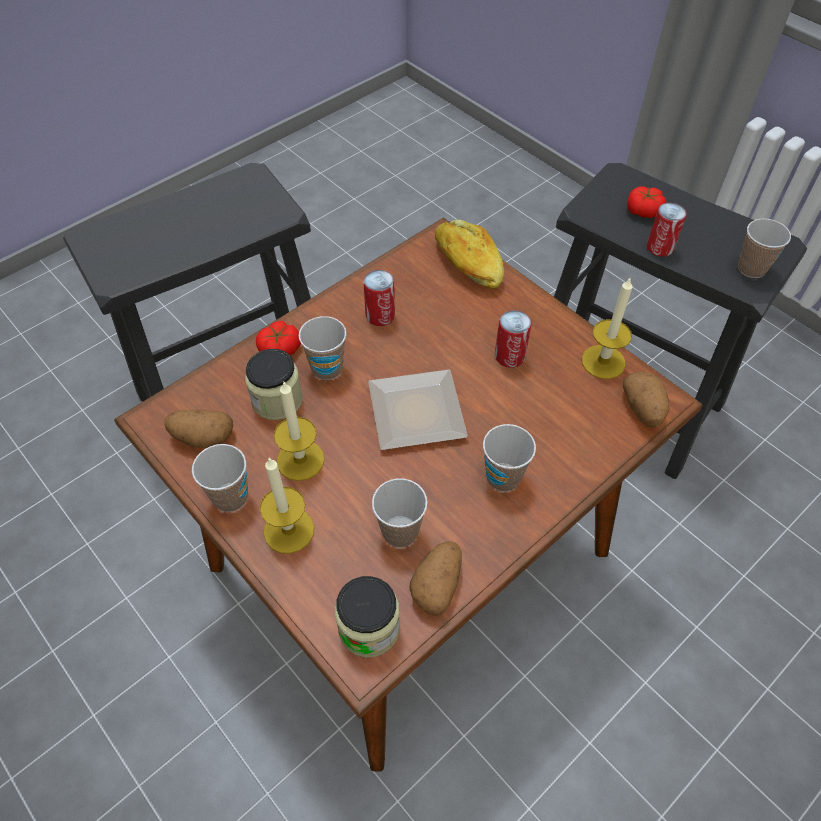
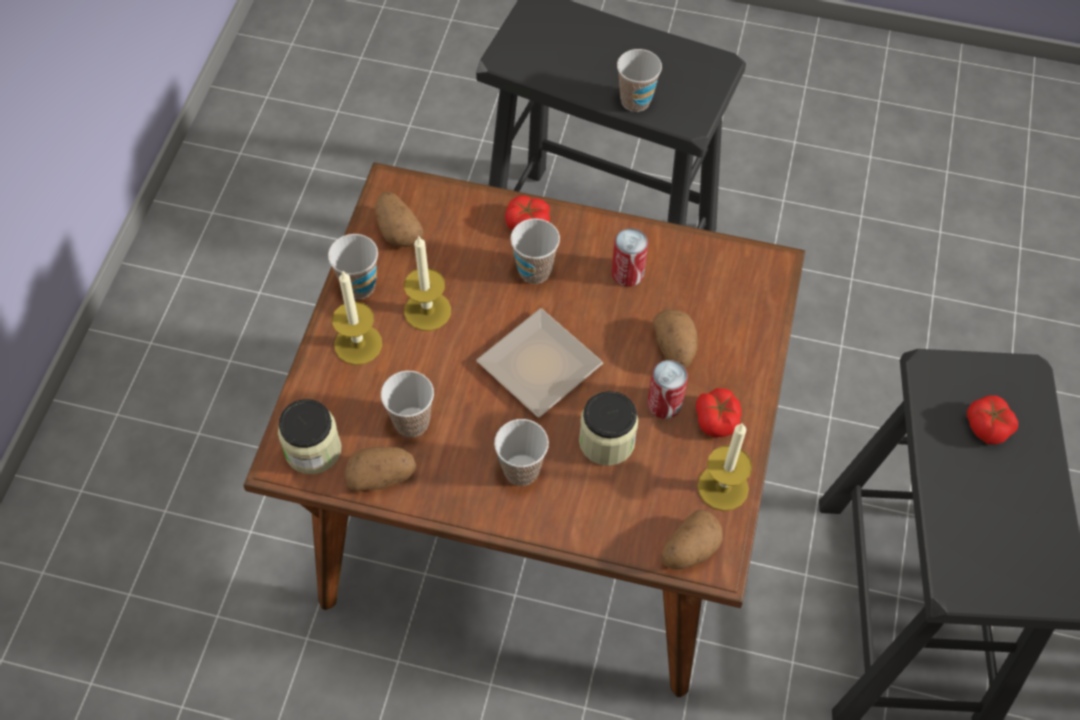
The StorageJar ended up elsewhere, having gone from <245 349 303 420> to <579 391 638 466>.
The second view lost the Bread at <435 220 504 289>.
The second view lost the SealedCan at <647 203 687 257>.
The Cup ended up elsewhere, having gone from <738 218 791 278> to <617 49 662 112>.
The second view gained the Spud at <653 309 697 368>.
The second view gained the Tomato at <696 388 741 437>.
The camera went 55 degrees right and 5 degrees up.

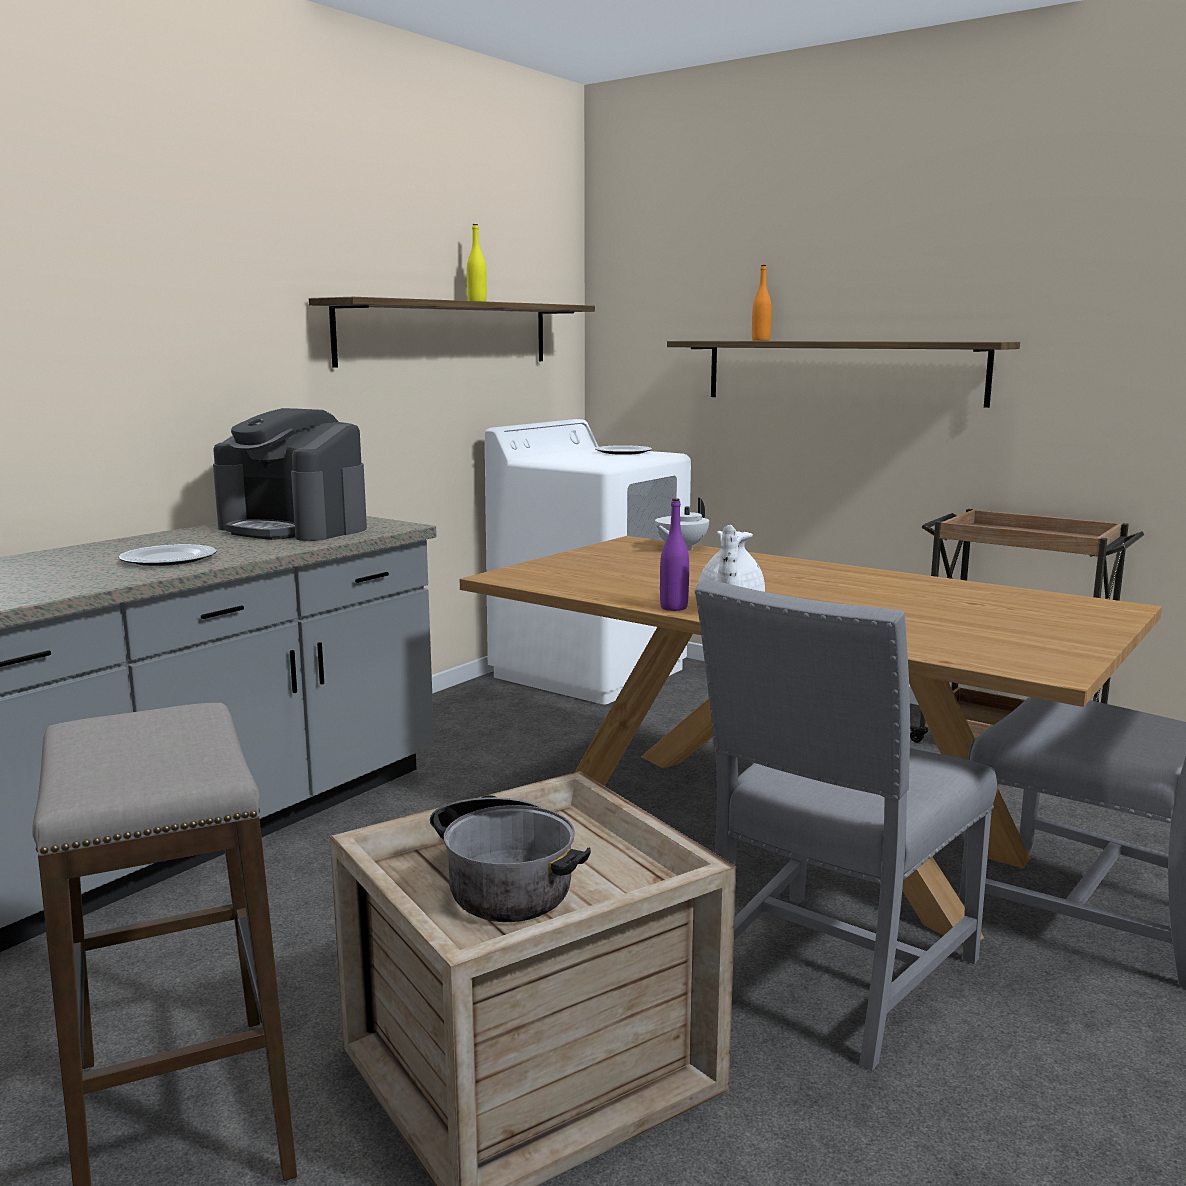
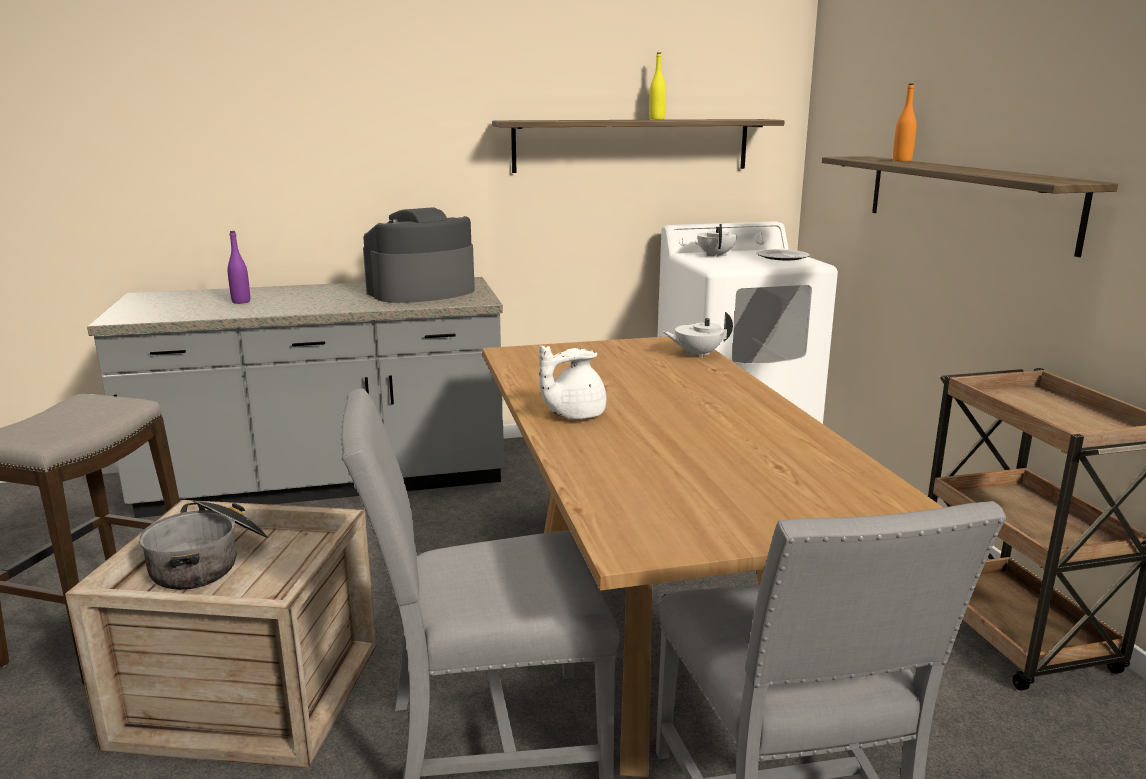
The second view lost the FlatDish at <119 544 217 566>.
The CoffeeMachine at <213 408 367 541> ended up facing another way, 75 degrees clockwise from before.
The PurpleColouredDrinkBottle ended up elsewhere, having gone from <660 498 689 611> to <228 231 250 304>.
The second view gained the WhiteTeaPot at <697 224 737 257>.
The camera went 40 degrees right and 5 degrees up.

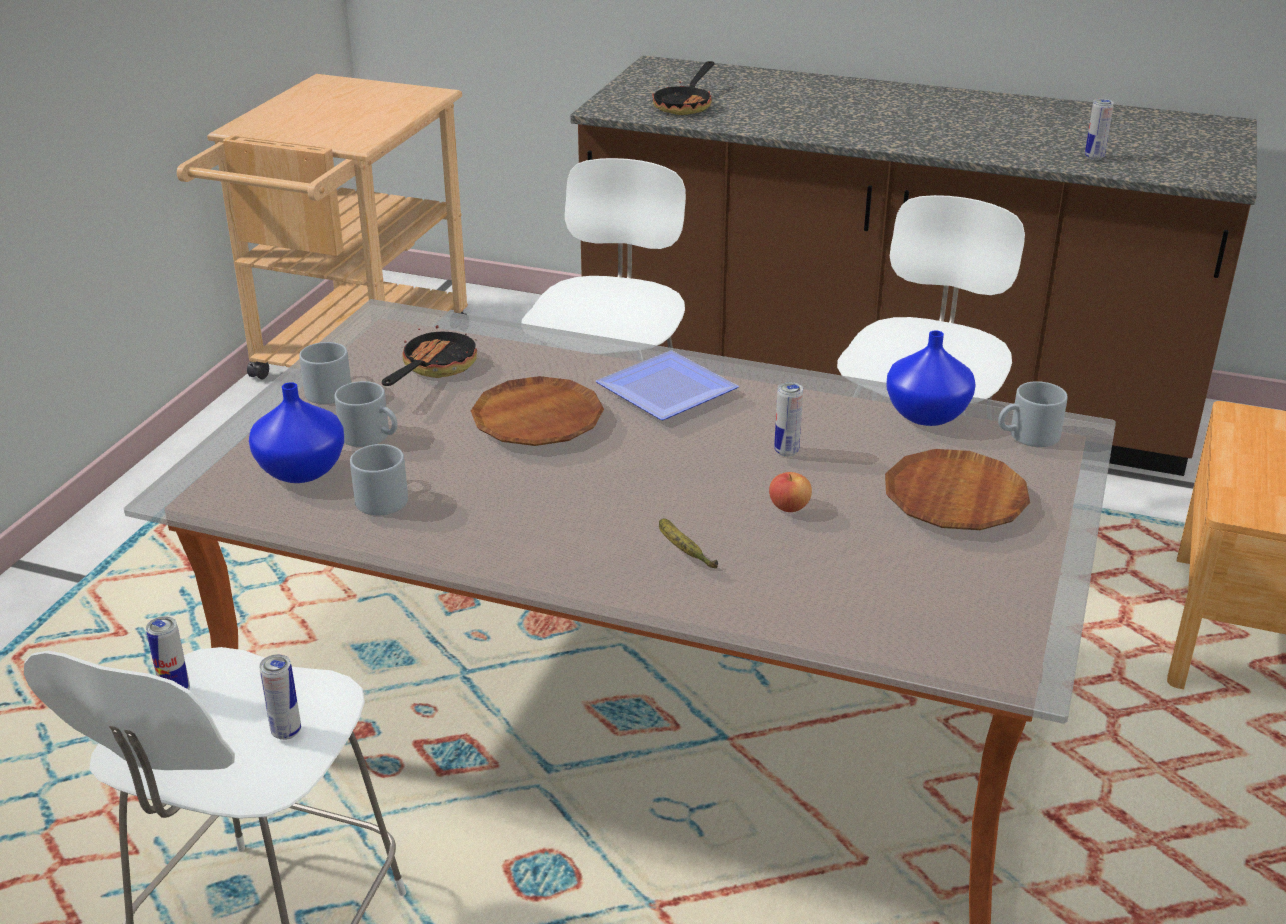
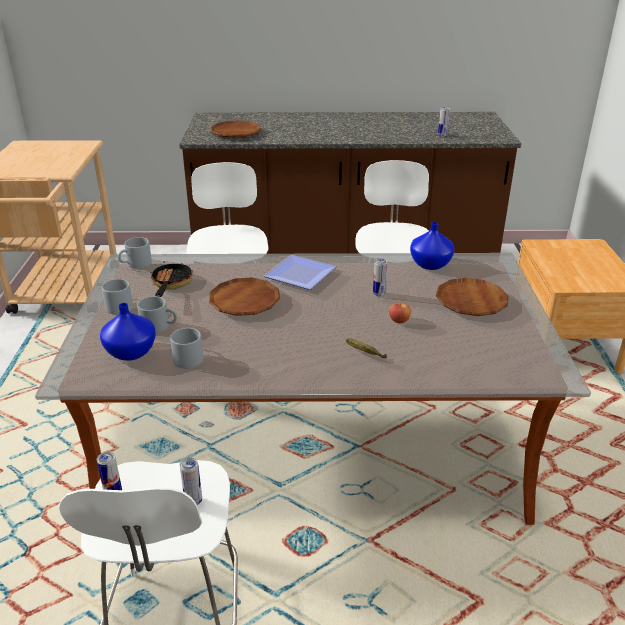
Where the FryingPan stood at <652 61 714 115>, the BrownFlatDish came to stand at <210 120 261 138>.
The GreyCoffeeMug ended up elsewhere, having gone from <998 381 1068 447> to <118 237 152 269>.
The camera went 20 degrees left and 0 degrees up.

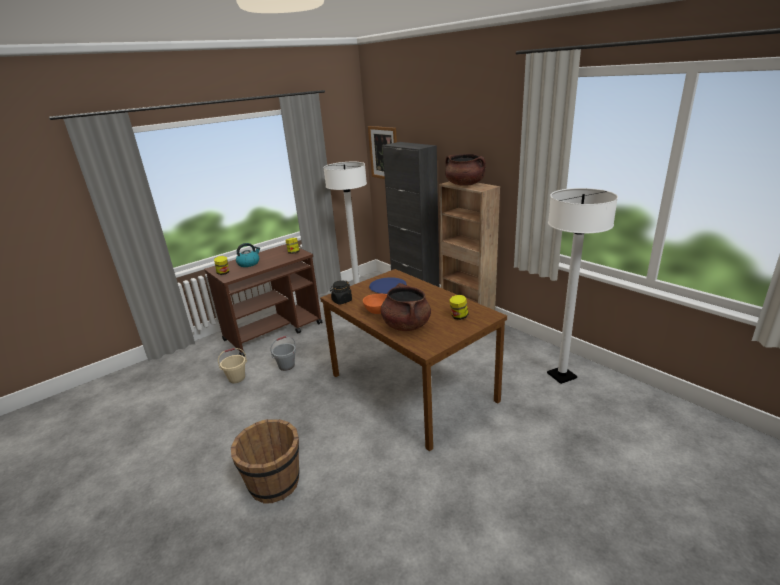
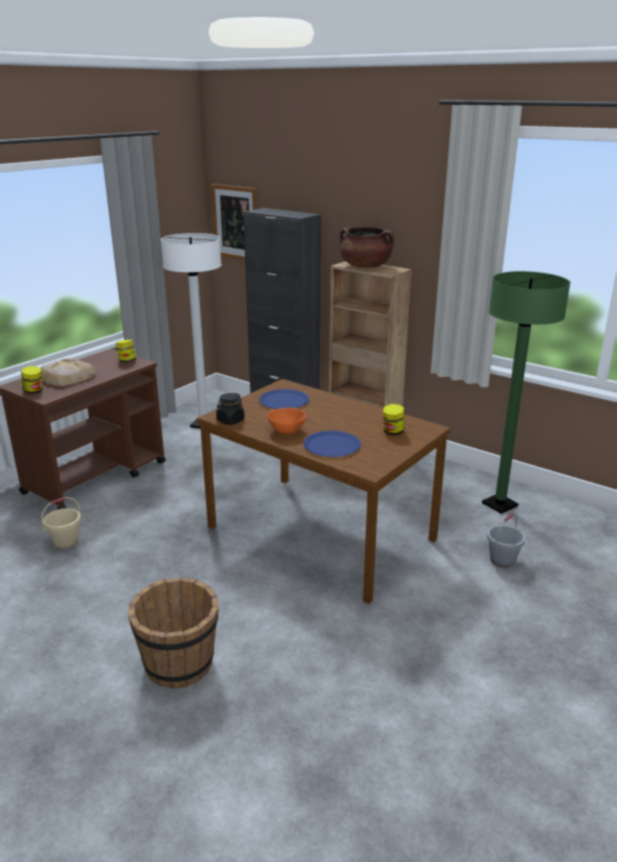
Where the TeaKettle stood at <236 243 260 267>, the Bread came to stand at <40 358 97 387>.
The GreyPail ended up elsewhere, having gone from <271 336 296 371> to <487 513 525 568>.
Where the BrownStockpot stood at <381 283 431 331>, the BluishFlatDish came to stand at <304 431 361 457>.
What was the WhiteStandingLamp at <547 188 618 384> turned into the GreenishStandingLamp at <482 271 571 514>.
The camera went 15 degrees left and 0 degrees up.

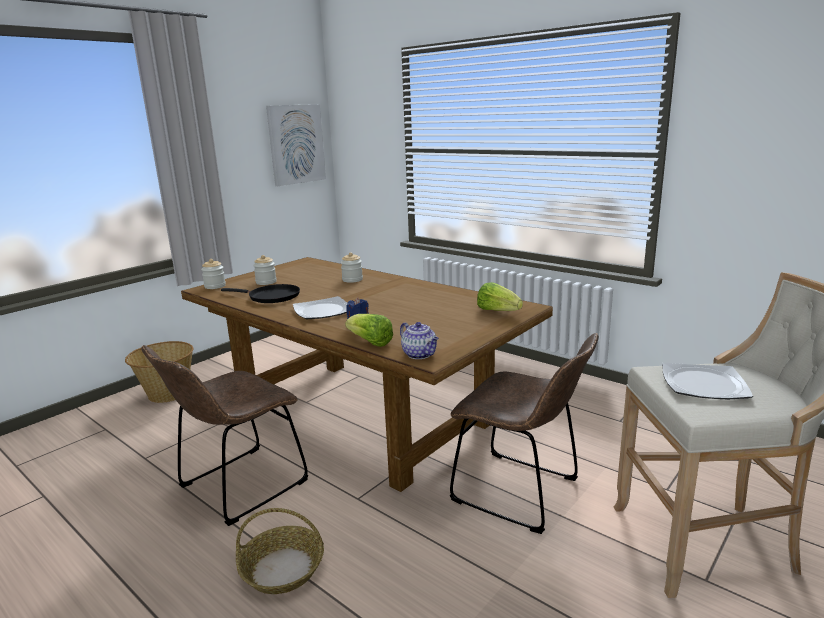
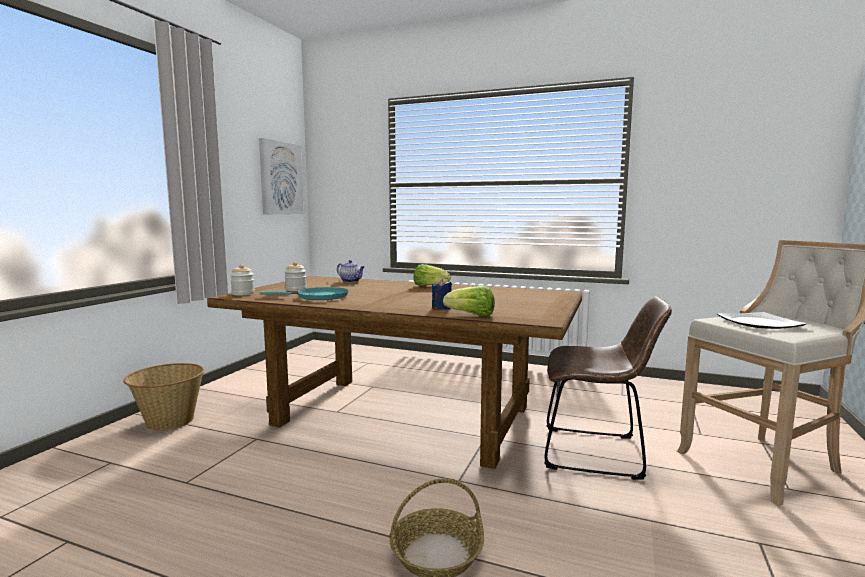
The second view lost the BrownUprightChair at <141 345 309 526>.
What was the BlackFryingPan at <221 284 300 303> turned into the TurquoiseColouredFryingPan at <260 287 349 300>.
The second view lost the FlatDish at <293 296 348 319>.
The second view lost the StorageJar at <341 252 363 283>.
The TeaPot ended up elsewhere, having gone from <400 322 439 359> to <337 260 364 282>.
The Lettuce ended up elsewhere, having gone from <477 282 523 311> to <414 264 451 286>.
The camera went 20 degrees left and 10 degrees down.

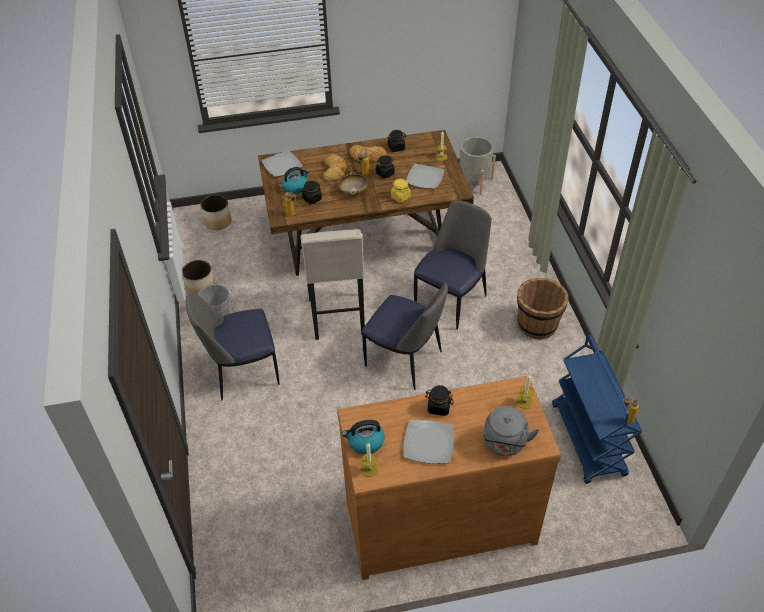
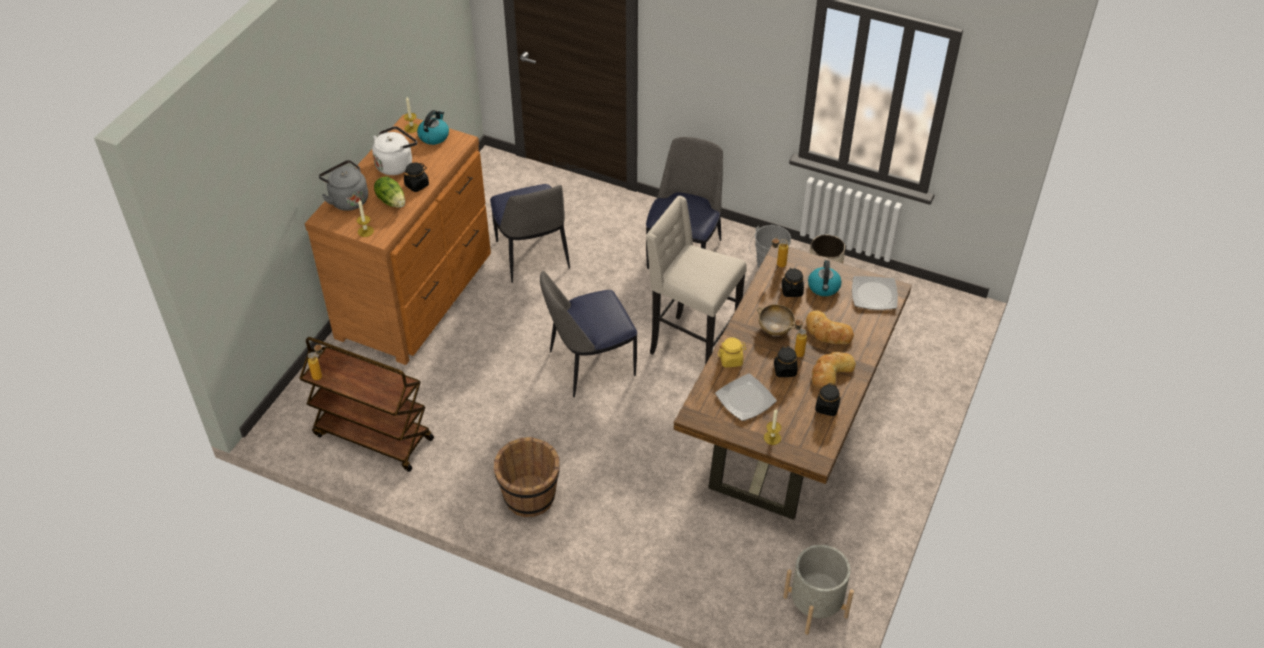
The second view lost the PlantPot at <201 195 231 230>.
Where the FlatDish stood at <403 420 454 464>, the WhiteTeaKettle came to stand at <372 126 417 175>.
The UprightChair ended up elsewhere, having gone from <414 201 492 330> to <490 184 570 283>.
What was the BluishCart at <552 334 642 484> turned into the BrownCart at <299 337 434 472>.
The second view gained the Lettuce at <374 176 405 208>.
The camera went 125 degrees right and 0 degrees up.

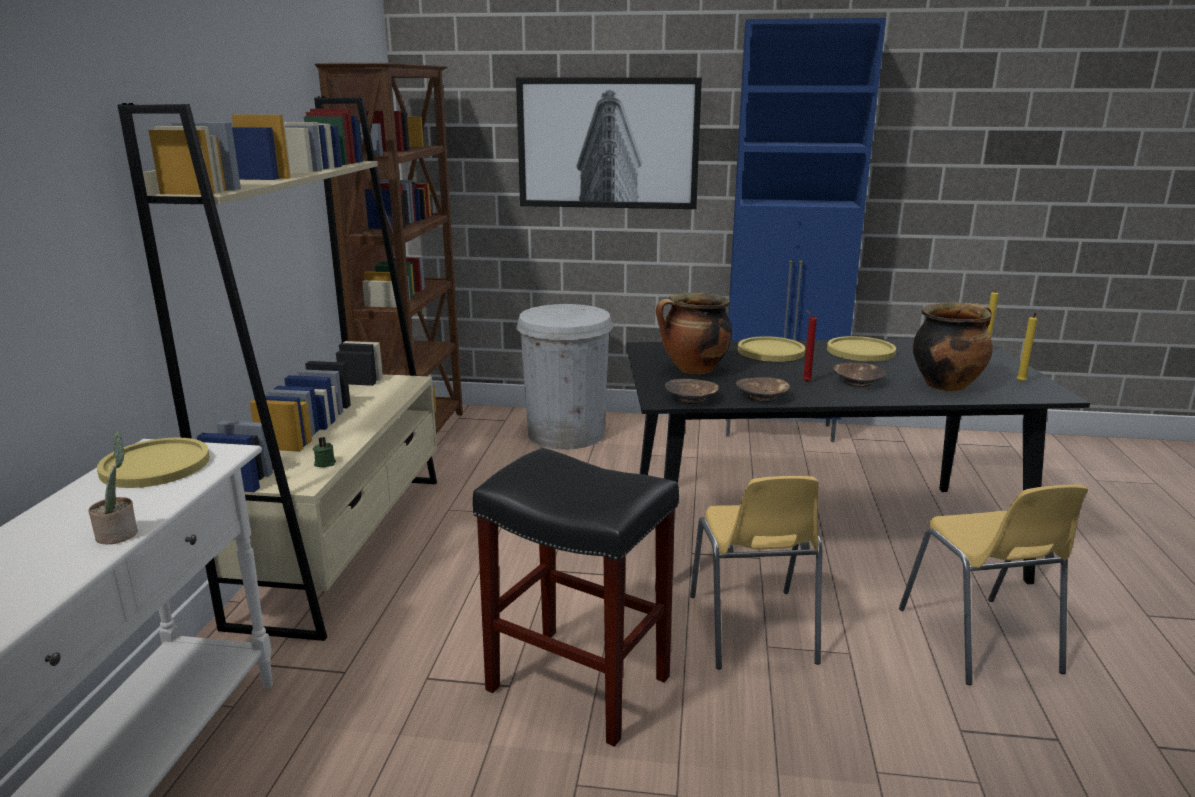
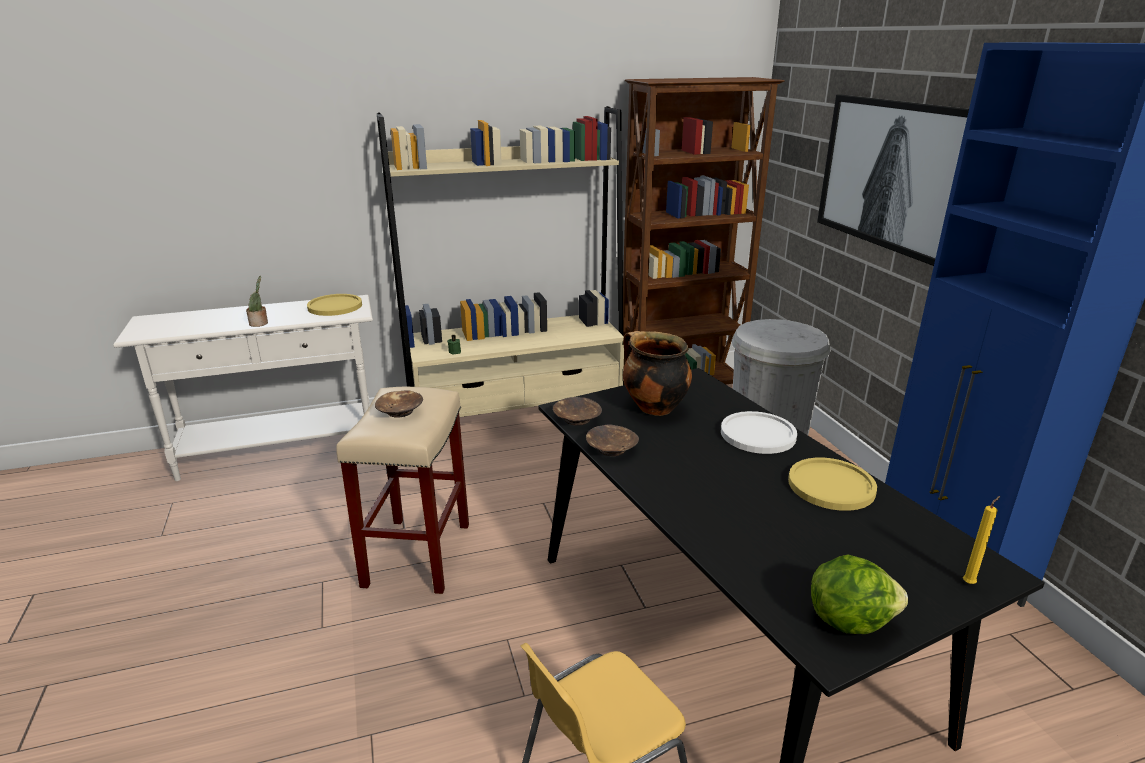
What was the BlackSittingStool at <473 448 679 747> turned into the BeigeSittingStool at <336 387 469 594>.
The second view lost the YellowColouredUprightChair at <690 476 822 669>.
What was the YellowColouredFlatDish at <738 336 805 362> turned into the WhiteFlatDish at <721 411 797 454>.
The second view lost the RedCandle at <803 310 817 382>.
The BrownBowl ended up elsewhere, having gone from <833 362 886 387> to <375 390 423 418>.
The second view lost the Stockpot at <913 302 993 391>.
Where the YellowColouredCandle stood at <1017 313 1037 382>, the Lettuce came to stand at <811 555 908 634>.
The camera went 65 degrees right and 5 degrees up.

